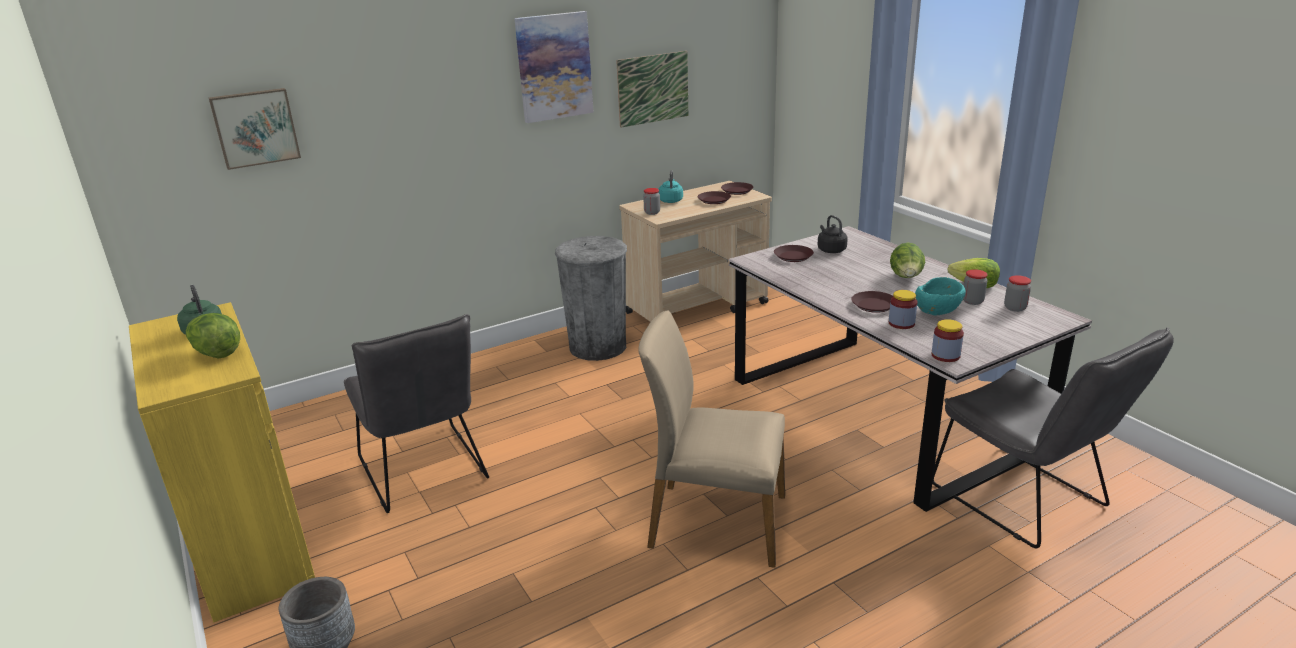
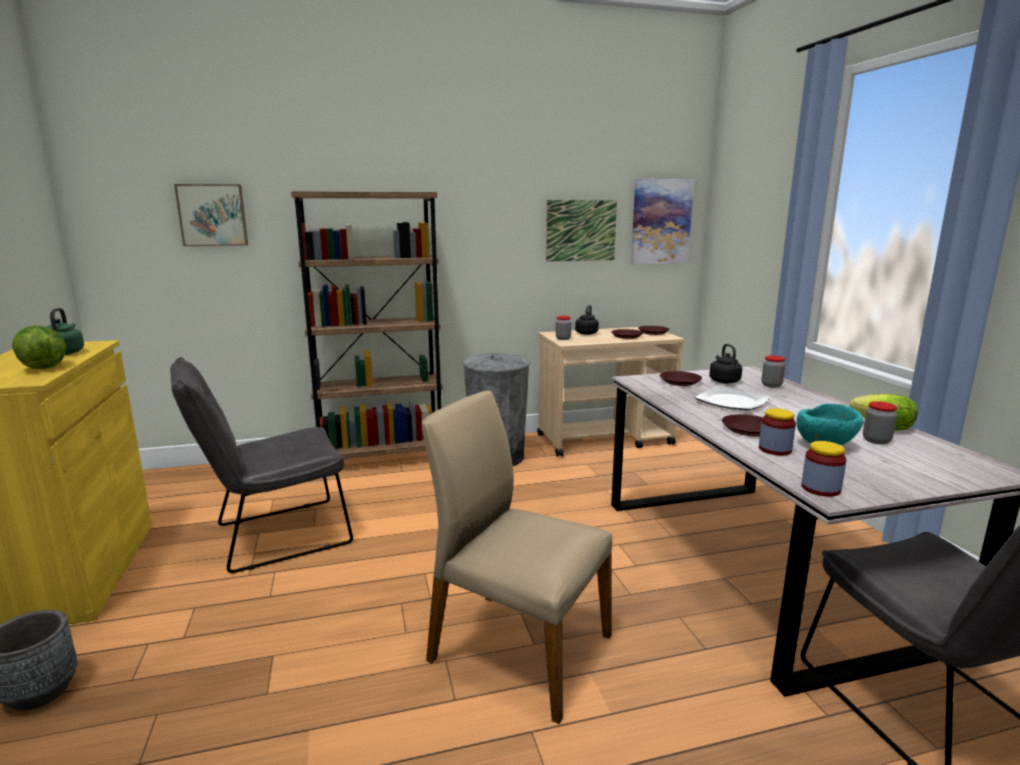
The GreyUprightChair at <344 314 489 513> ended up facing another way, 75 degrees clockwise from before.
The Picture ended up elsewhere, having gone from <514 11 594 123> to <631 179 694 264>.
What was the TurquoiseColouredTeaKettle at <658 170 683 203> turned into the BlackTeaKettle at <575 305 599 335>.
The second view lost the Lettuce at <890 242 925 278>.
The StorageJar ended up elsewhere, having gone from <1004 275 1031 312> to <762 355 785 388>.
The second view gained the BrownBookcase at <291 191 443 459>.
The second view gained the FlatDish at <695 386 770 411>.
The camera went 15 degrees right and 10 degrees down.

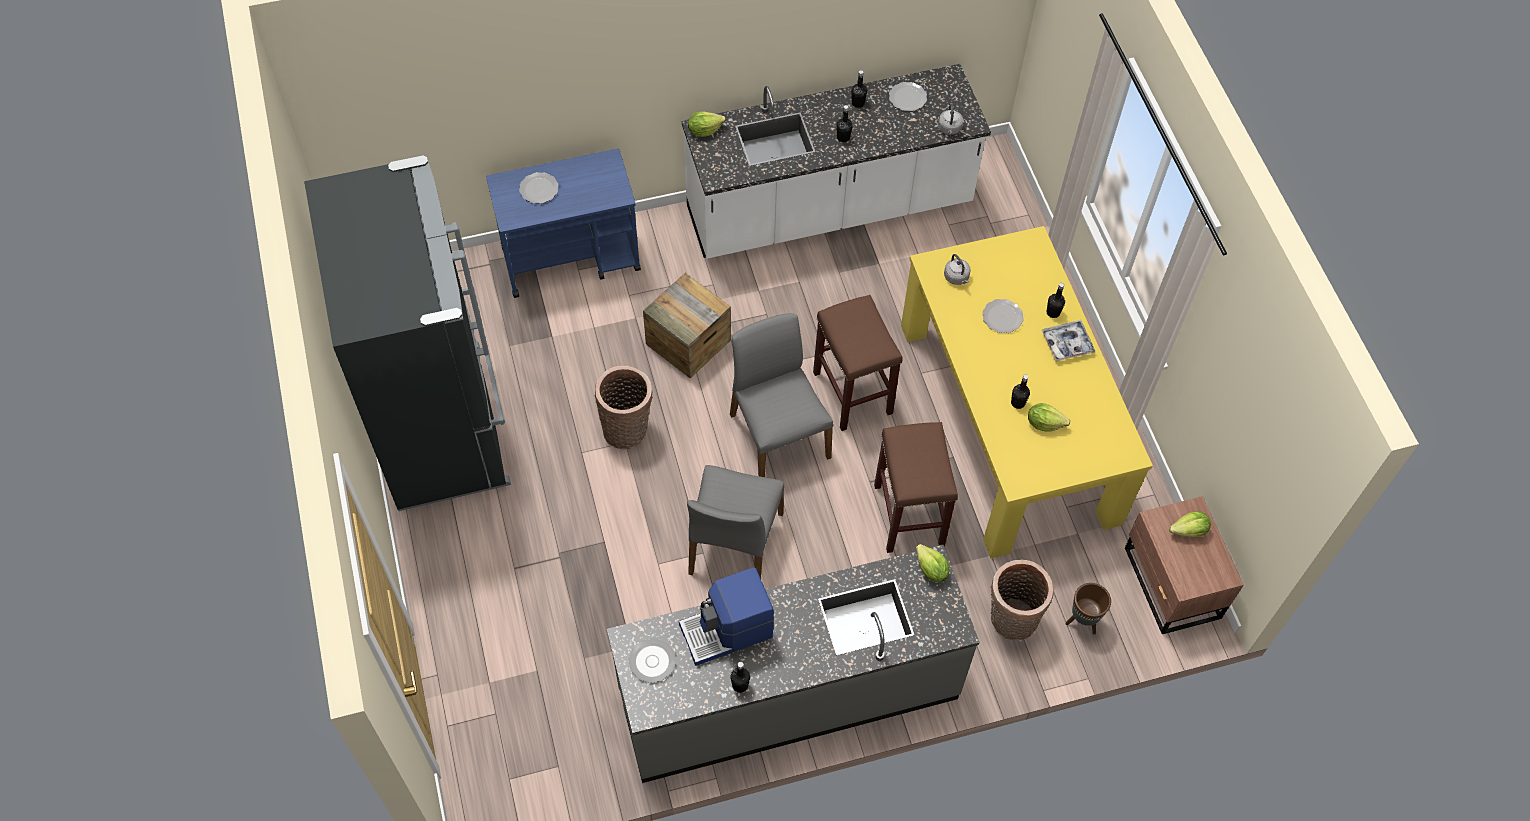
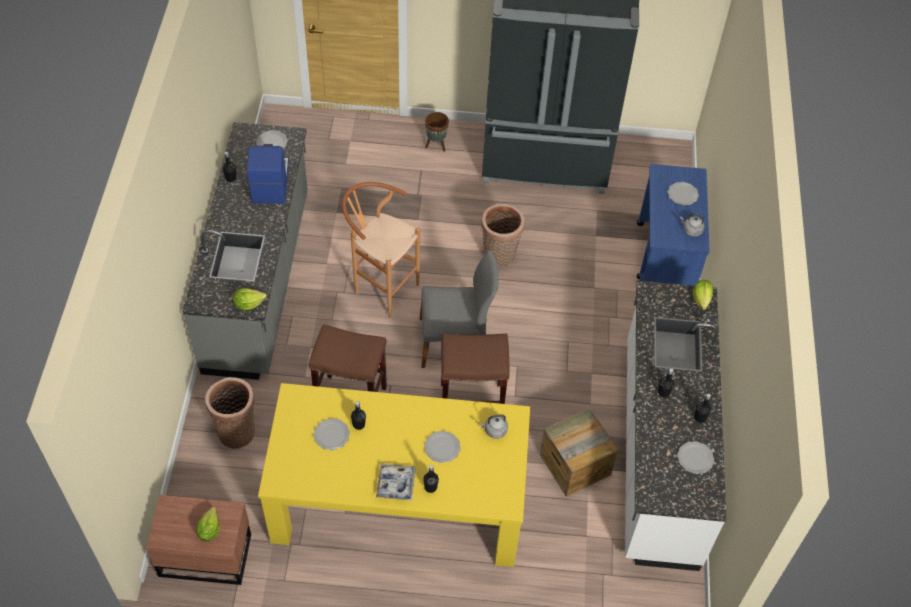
The Crate ended up elsewhere, having gone from <643 273 731 378> to <540 408 618 497>.
Where the GreyUprightChair stood at <687 465 784 578>, the BrownSittingStool came to stand at <342 182 420 318>.
The GreyTeaKettle ended up elsewhere, having gone from <938 103 963 135> to <680 213 705 237>.
Where the Lettuce stood at <1028 403 1070 431>, the FlatDish came to stand at <313 418 350 450>.
The BrownPlantPot ended up elsewhere, having gone from <1065 583 1111 634> to <425 112 449 152>.
The camera went 110 degrees right and 5 degrees down.

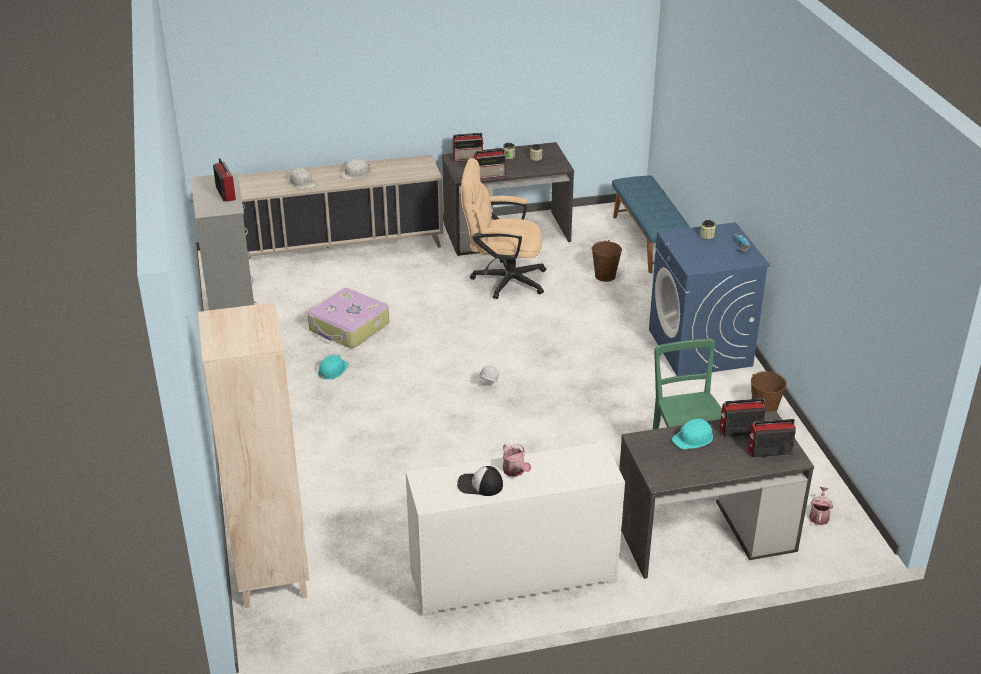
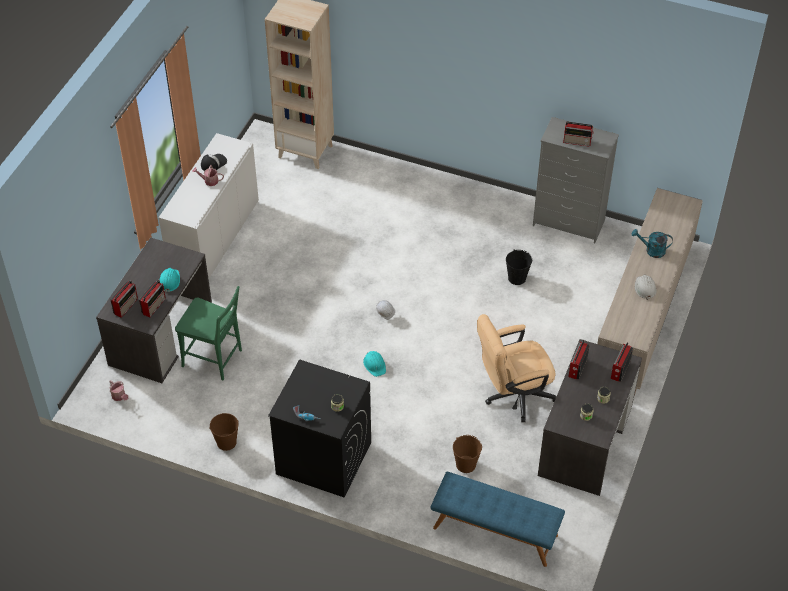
Where the WhiteHardHat stood at <289 168 315 190>, the TurquoiseColouredWateringPot came to stand at <632 229 673 258>.
Where the TravelCase stood at <307 288 389 348>, the BlackPail came to stand at <506 250 532 285>.
The TurquoiseColouredHardHat ended up elsewhere, having gone from <318 355 349 380> to <363 351 386 377>.
The BeigeComputerChair at <461 158 546 299> ended up facing another way, 150 degrees counterclockwise from before.
What was the BluishLaundryAppliance at <649 222 770 376> turned into the BlackLaundryAppliance at <268 359 371 497>.
The camera went 125 degrees right and 15 degrees up.

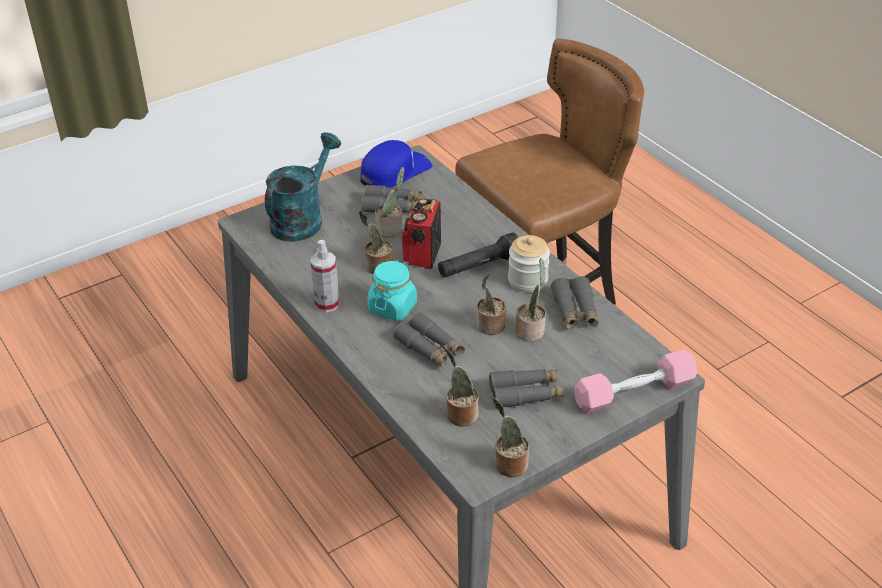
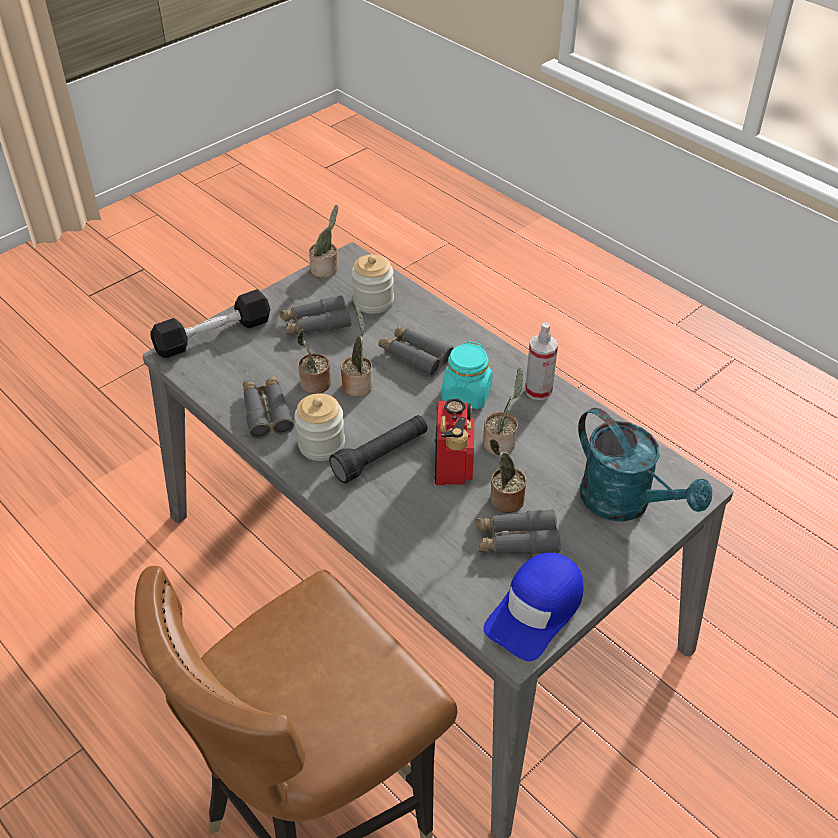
The TurquoiseColouredWateringPot at <265 132 341 242> ended up facing another way, 60 degrees counterclockwise from before.
Where the Houseplant stood at <443 346 479 427>, the StorageJar came to stand at <351 254 394 314>.
What was the PinkColouredFreeWeight at <574 350 697 414> turned into the BlackFreeWeight at <151 289 271 358>.
The camera went 170 degrees right and 5 degrees up.

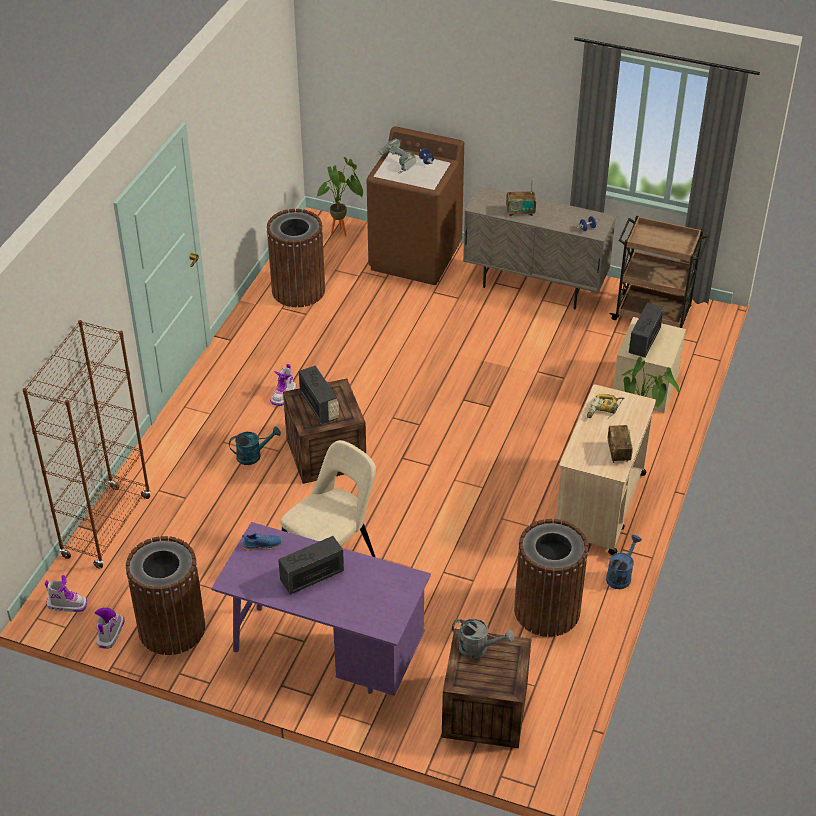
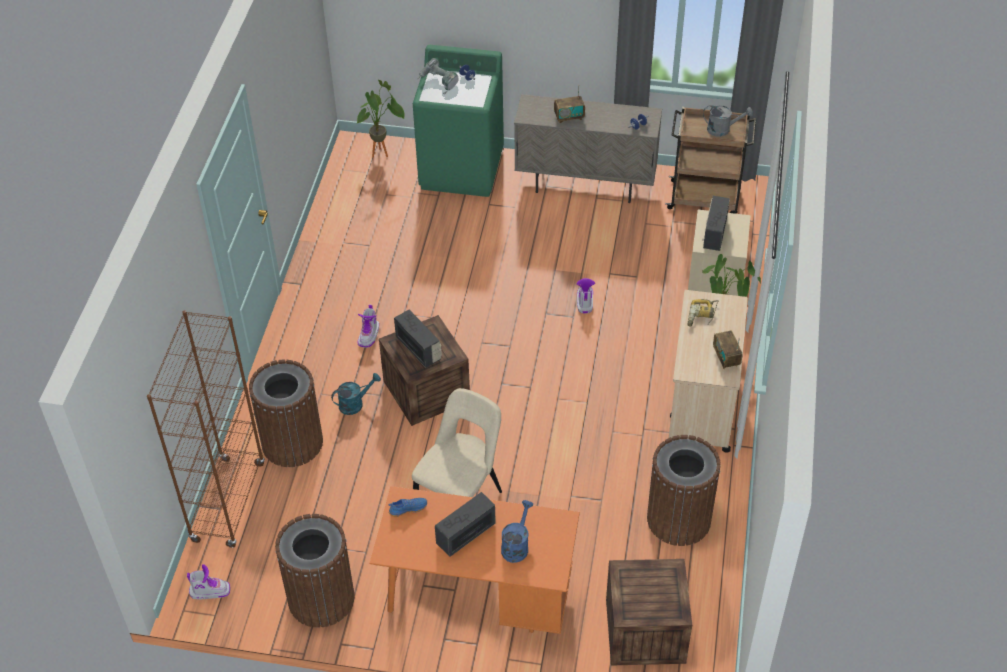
The HighTopBoot ended up elsewhere, having gone from <95 607 125 649> to <577 278 595 313>.
What was the PurpleColouredDeskTable at <211 522 431 696> turned into the OrangeyDeskTable at <370 486 580 634>.
The BrownTrashCan ended up elsewhere, having gone from <267 209 325 307> to <249 359 323 467>.
What was the BrownLaundryAppliance at <367 126 464 285> turned into the GreenishLaundryAppliance at <413 45 504 197>.
The GreyWateringPot ended up elsewhere, having gone from <452 619 514 658> to <703 105 753 137>.
The BluishWateringPot ended up elsewhere, having gone from <606 535 641 589> to <501 500 534 563>.
The camera went 10 degrees left and 5 degrees up.

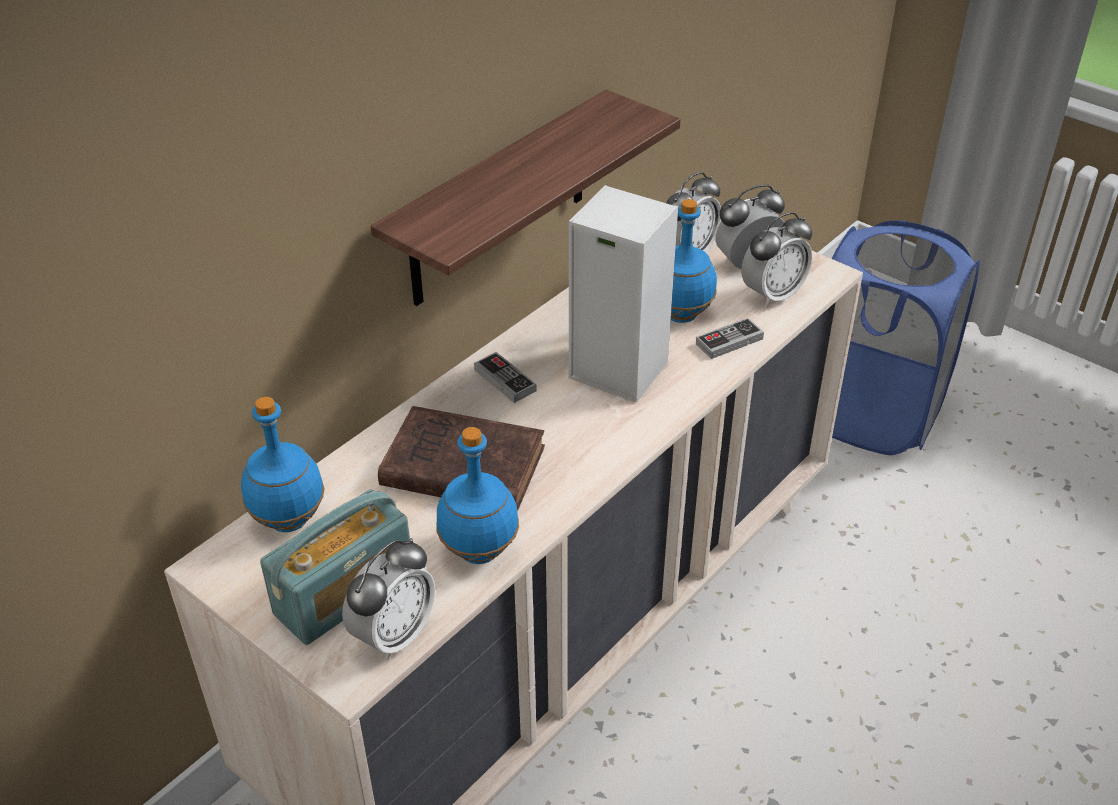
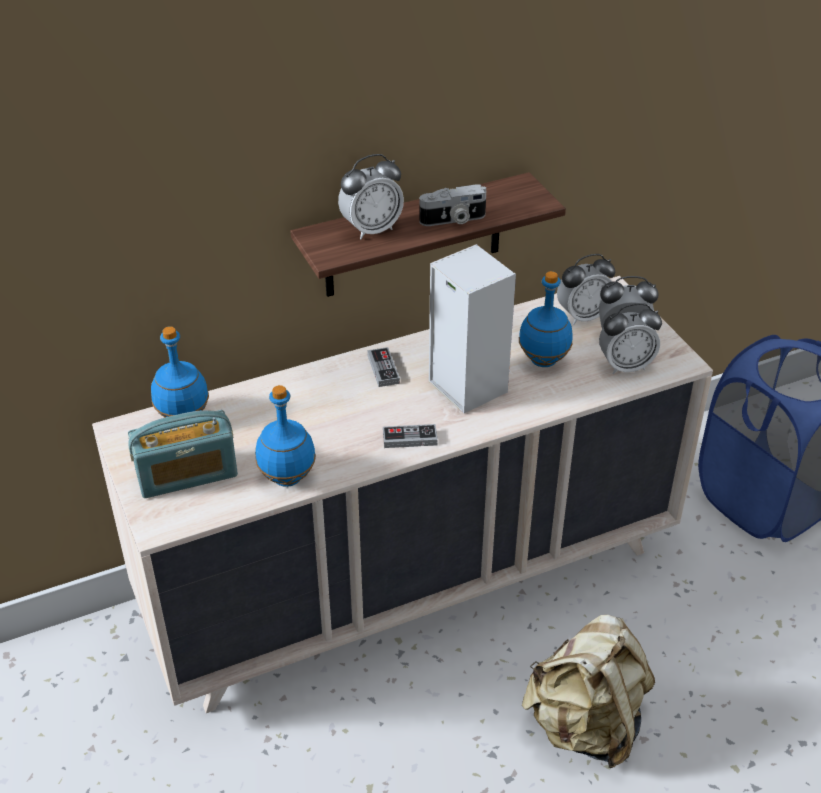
The BedsideClock ended up elsewhere, having gone from <342 538 435 660> to <338 154 404 239>.
The second view lost the BrownVolume at <378 406 545 512>.
The Joypad ended up elsewhere, having gone from <696 318 764 359> to <383 424 438 448>.
The second view gained the StillCamera at <419 184 486 226>.
The second view gained the BeigeRucksack at <522 615 655 768>.
The camera went 25 degrees right and 0 degrees up.

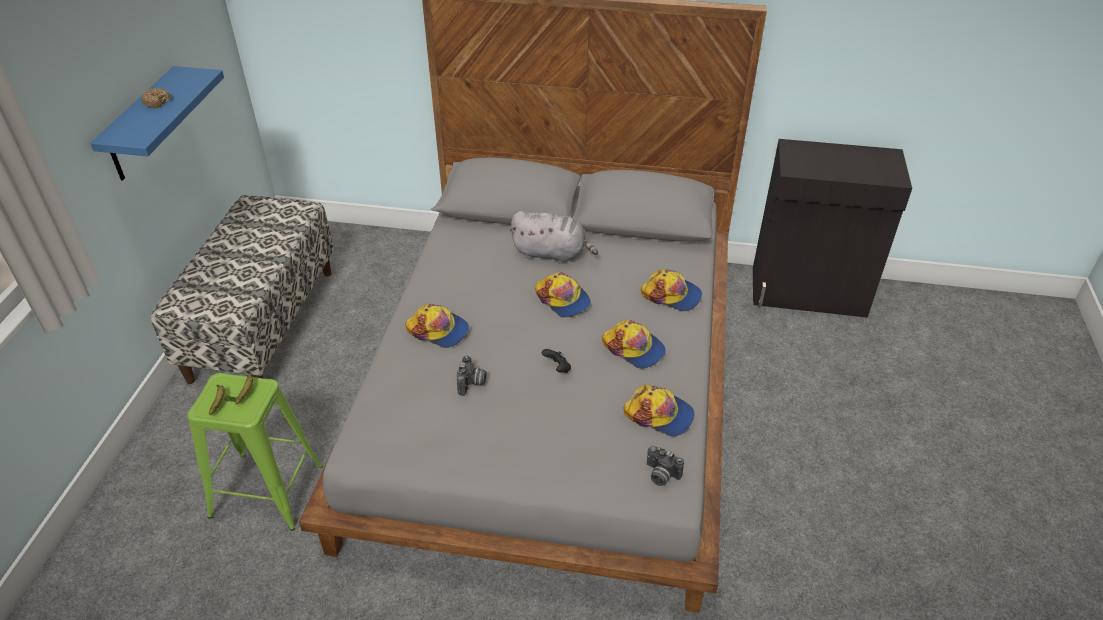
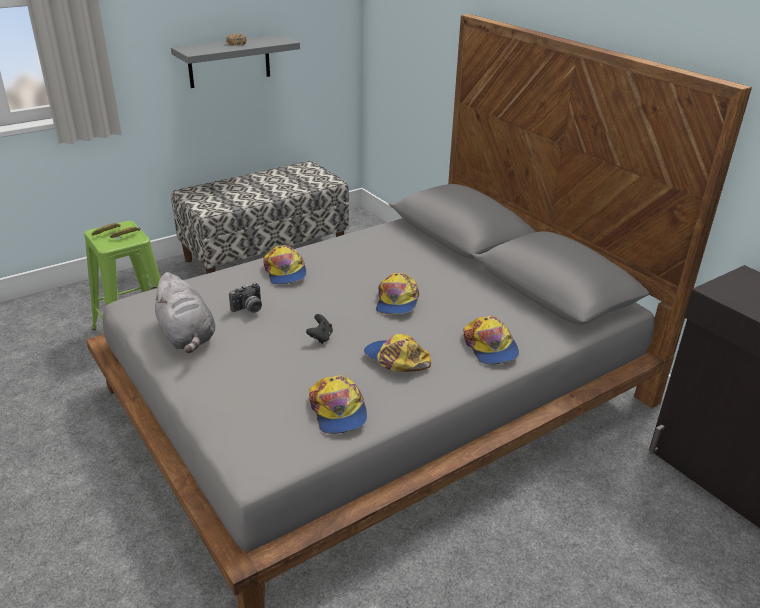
What was the BluishWallShelf at <90 66 224 181> turned into the GreyWallShelf at <171 35 300 88>.
The GreyCuddlyToy ended up elsewhere, having gone from <509 211 598 264> to <151 272 215 353>.
The Cap at <602 320 666 369> ended up facing another way, 135 degrees clockwise from before.
The second view lost the StillCamera at <647 446 684 486>.
The camera went 45 degrees right and 10 degrees down.

